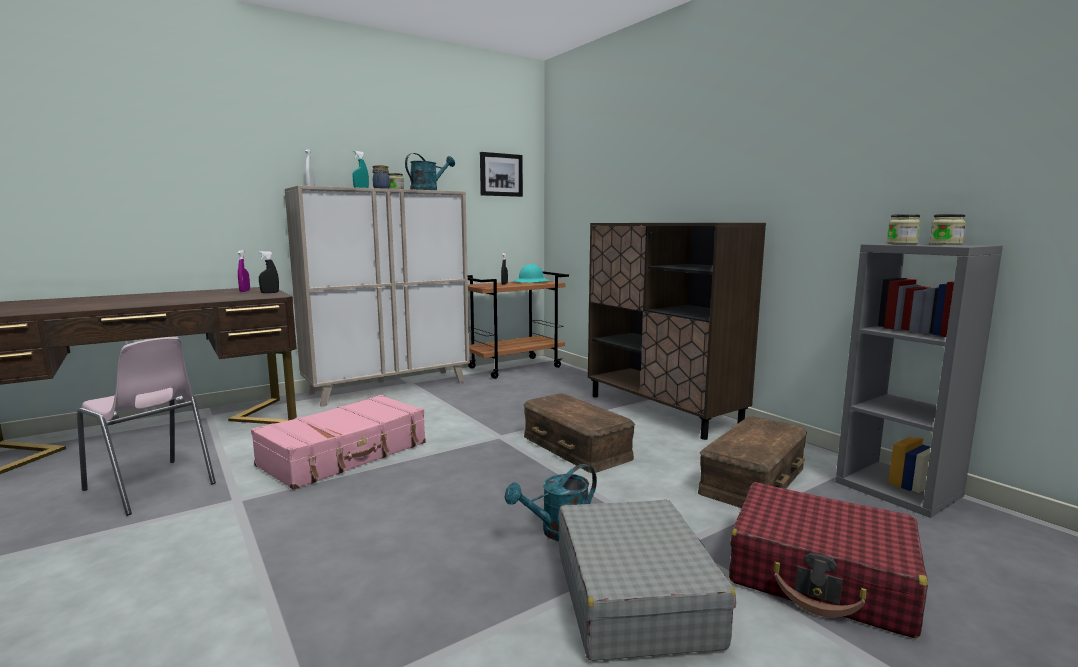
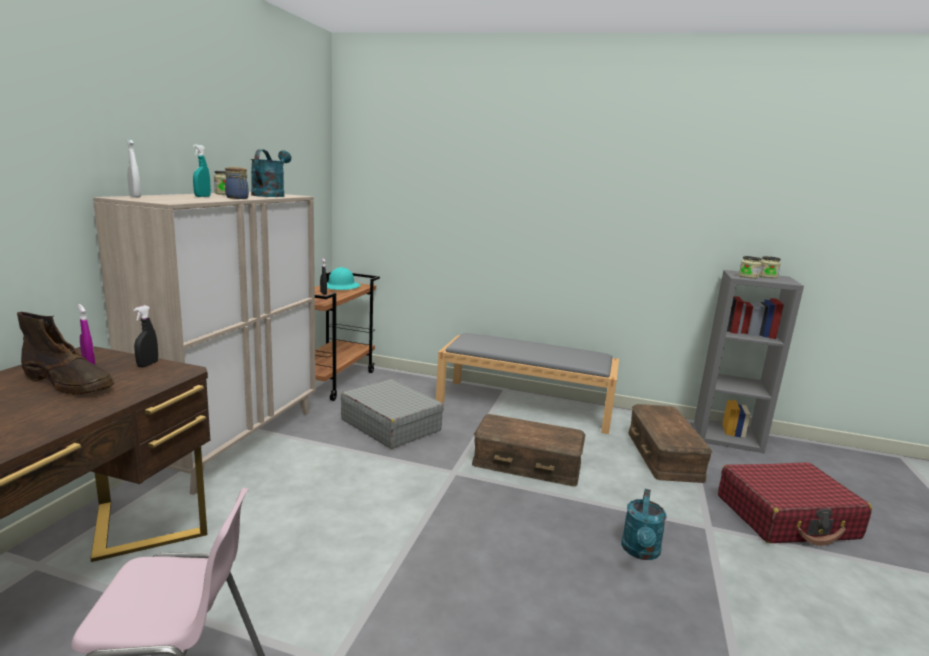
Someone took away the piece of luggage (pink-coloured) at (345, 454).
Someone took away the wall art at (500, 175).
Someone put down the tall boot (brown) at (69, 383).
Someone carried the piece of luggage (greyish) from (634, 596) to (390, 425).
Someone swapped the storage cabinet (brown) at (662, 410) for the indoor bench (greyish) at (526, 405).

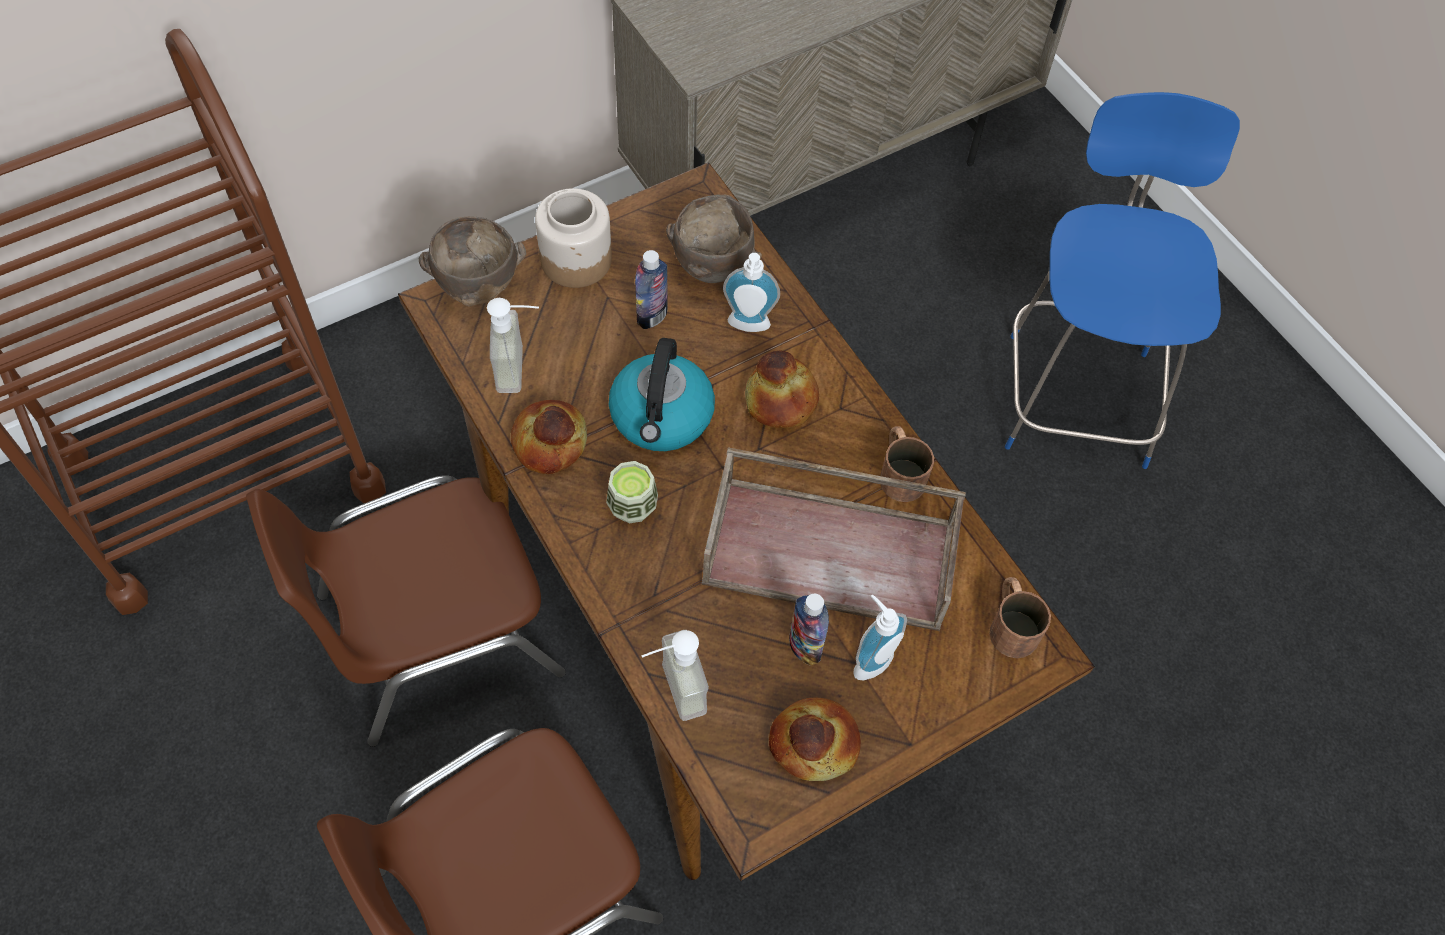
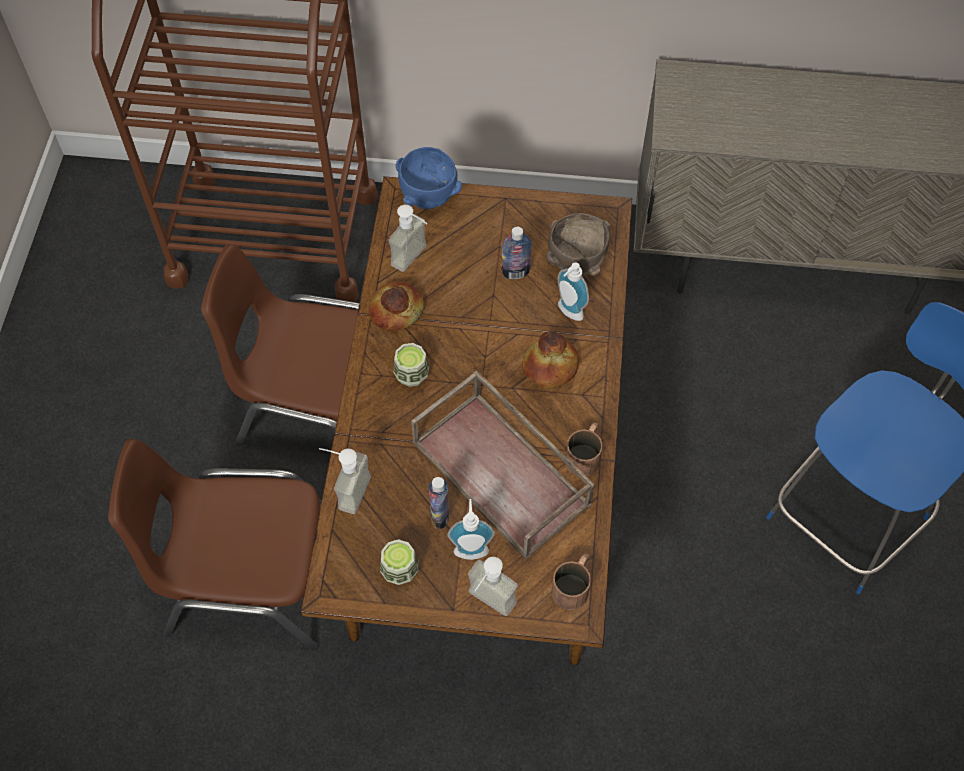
Someone took away the jar at (577, 259).
Someone took away the tea kettle at (662, 417).
Someone put down the liquid soap bottle at (486, 605).
Someone swapped the baked bread at (814, 742) for the small cup at (400, 570).
Someone repainted the serving bowl (brown) at (476, 291), which became the serving bowl (blue) at (427, 199).

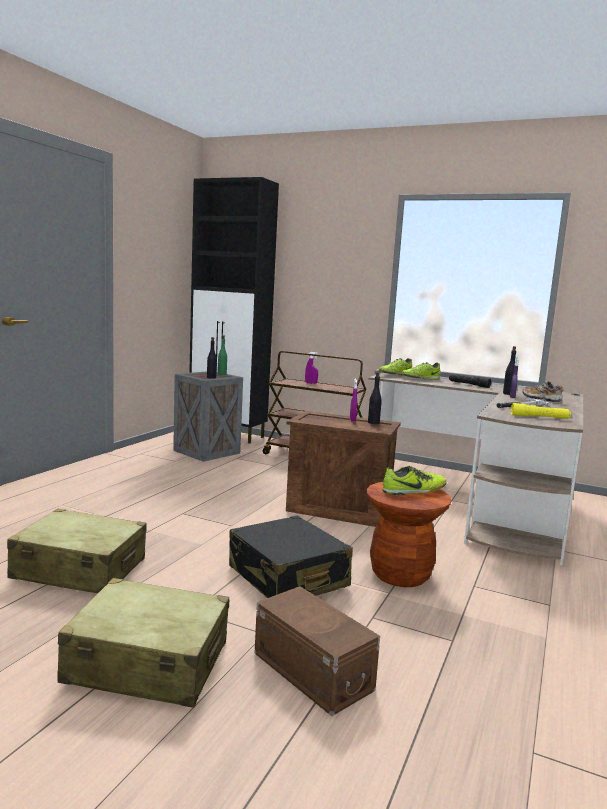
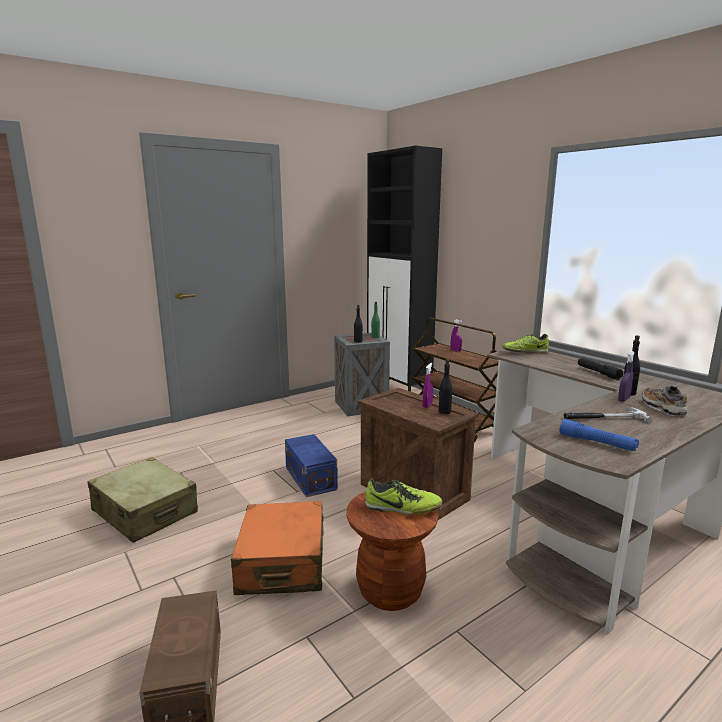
Someone took away the piece of luggage (beige-coloured) at (148, 662).
Someone took away the item of footwear at (420, 379).
Someone put down the storage bin (blue) at (311, 477).
Someone repainted the piece of luggage (black) at (287, 577), which became the piece of luggage (orange-coloured) at (282, 562).
Someone repainted the torch (yellow) at (539, 417), which became the torch (blue) at (597, 443).

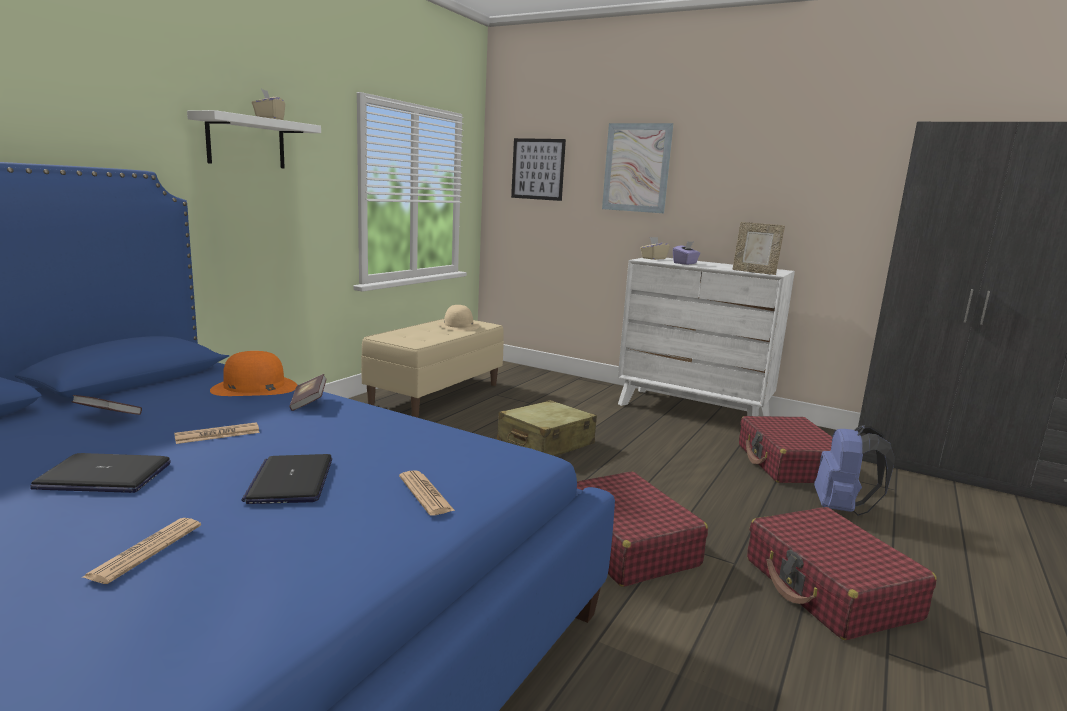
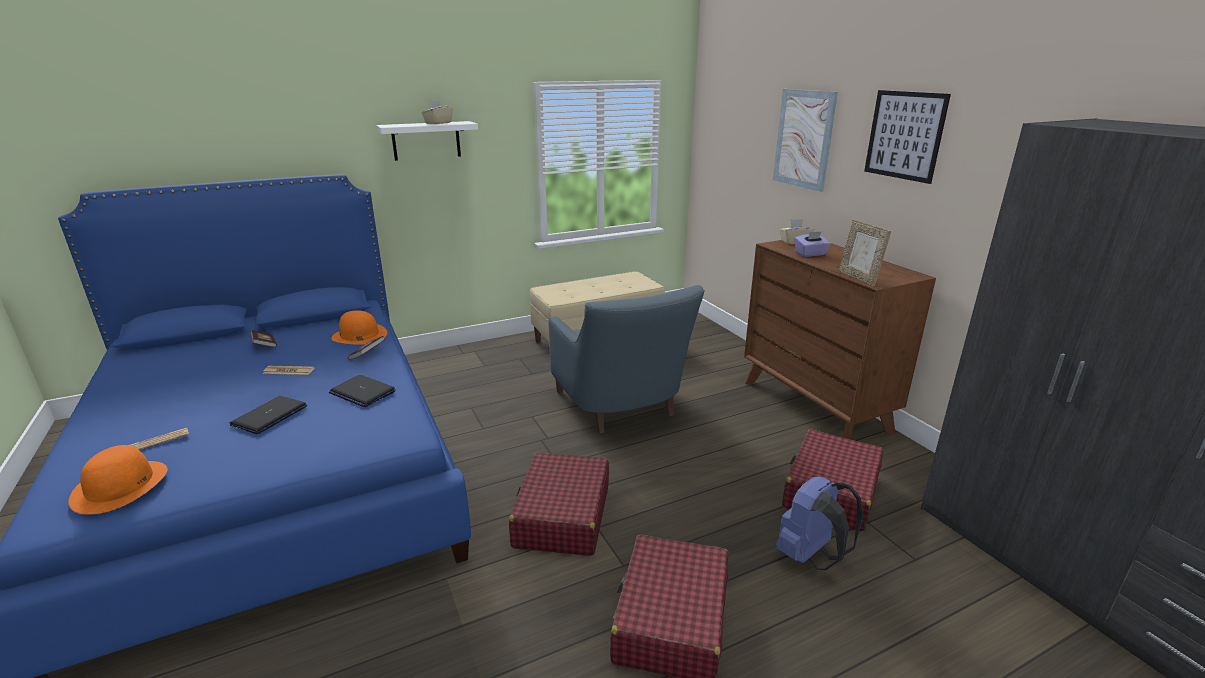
Someone took away the daily paper at (425, 494).
Someone took away the wearable hat (beige-coloured) at (458, 326).
Someone put down the wearable hat (orange-coloured) at (120, 486).
Someone carried the laptop from (103, 476) to (362, 392).
Someone carried the wall art from (538, 169) to (904, 135).
Someone swapped the piece of luggage (beige-coloured) at (545, 443) for the lounge chair (blue) at (622, 408).
Someone repainted the chest of drawers (white) at (693, 410), which became the chest of drawers (brown) at (814, 405).

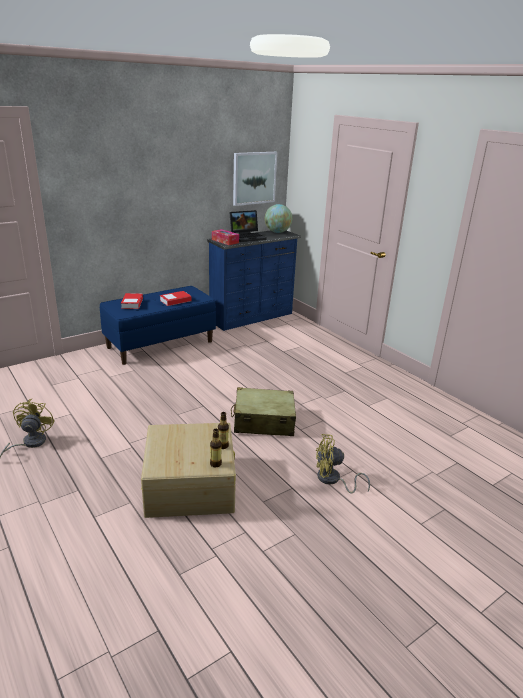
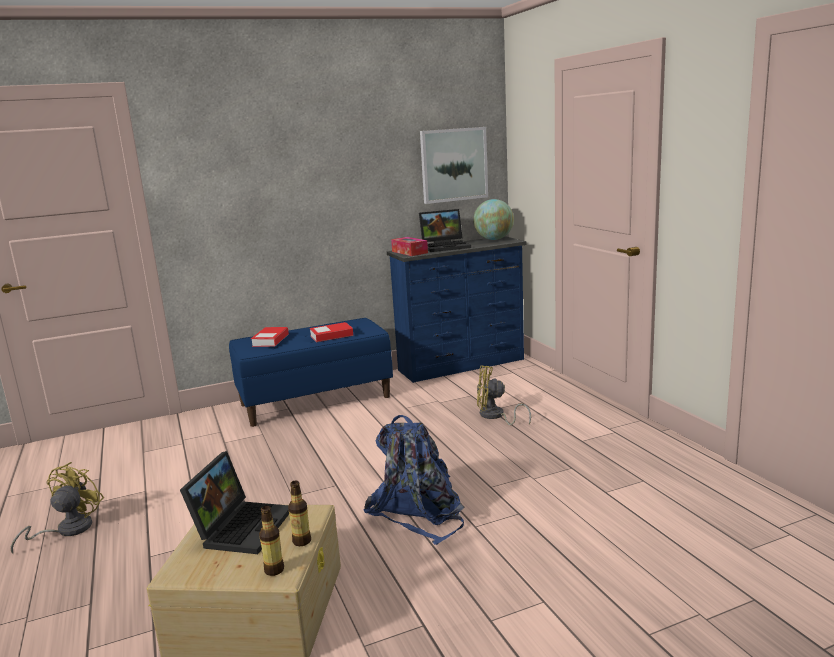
Someone put down the laptop at (242, 526).
Someone carried the fan (yellow) from (332, 480) to (495, 416).
Someone swapped the piece of luggage (beige-coloured) at (263, 421) for the rucksack (blue) at (419, 512).

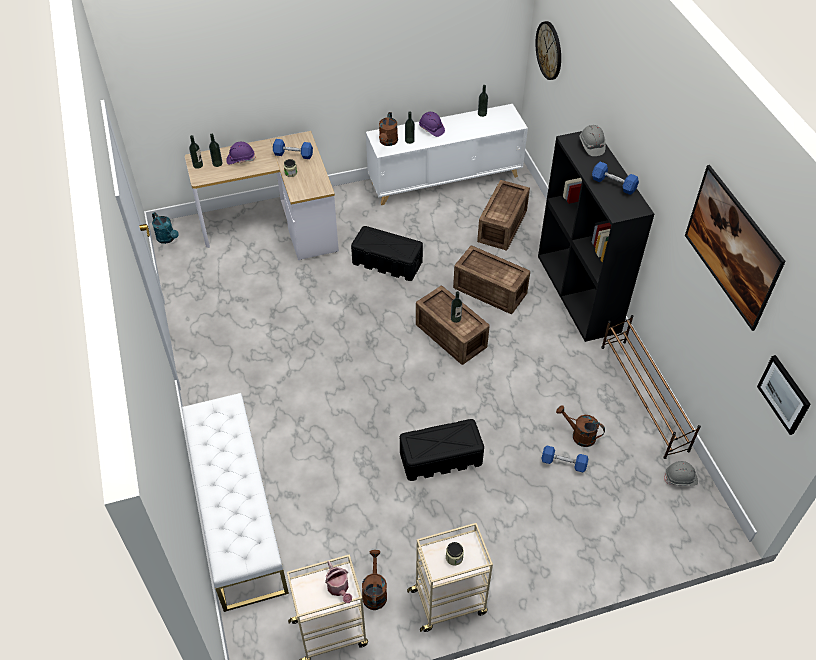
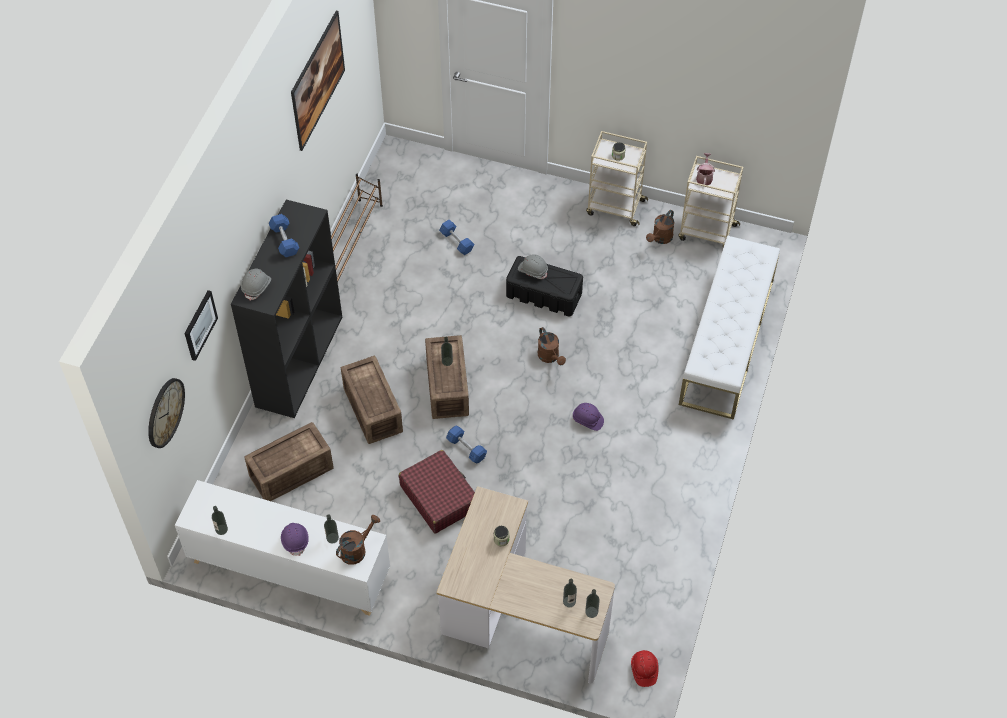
Someone carried the safety helmet (purple-coloured) from (240, 159) to (587, 420).
Someone carried the hand weight (blue) from (293, 154) to (466, 448).
Someone carried the sprinkling can (brown) from (579, 435) to (550, 357).
Someone carried the safety helmet (greyish) from (680, 478) to (533, 270).
Someone carried the wall art from (784, 394) to (199, 325).
Someone swapped the sprinkling can (turquoise-coloured) at (168, 239) for the safety helmet (red-coloured) at (644, 670).
Someone swapped the storage bin (black) at (387, 263) for the piece of luggage (red-coloured) at (439, 497).

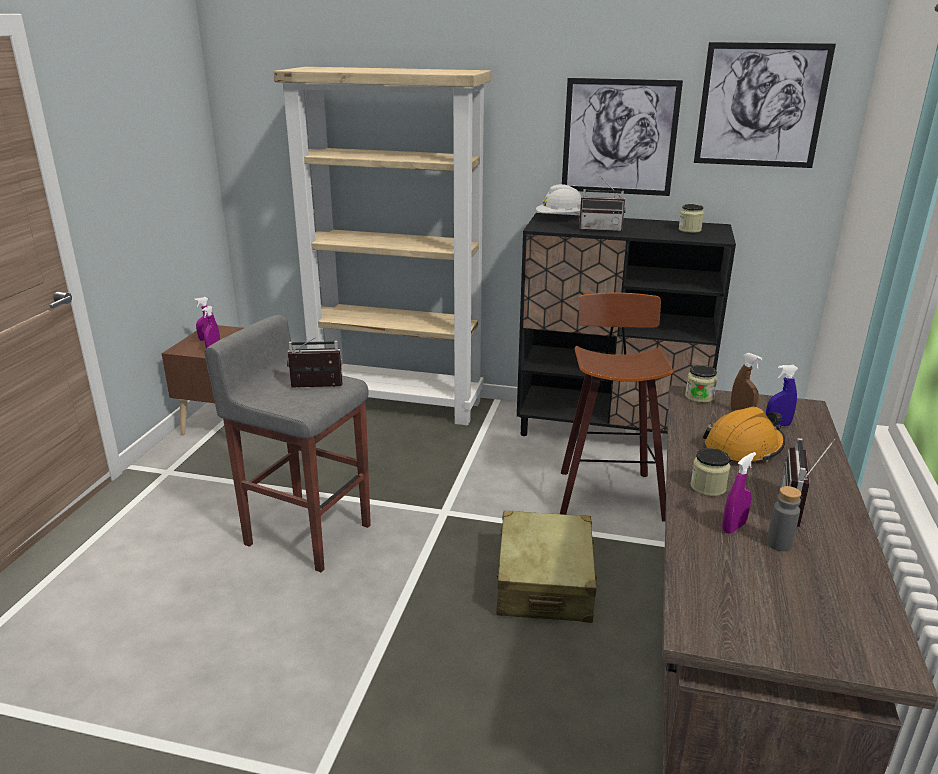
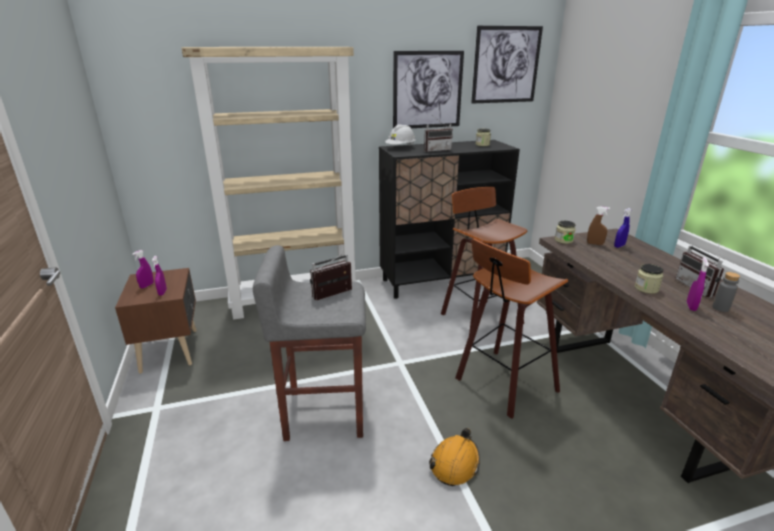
Someone carried the safety helmet (orange-coloured) from (743, 448) to (455, 463).
Someone swapped the piece of luggage (beige-coloured) at (544, 582) for the stool seat at (503, 384).

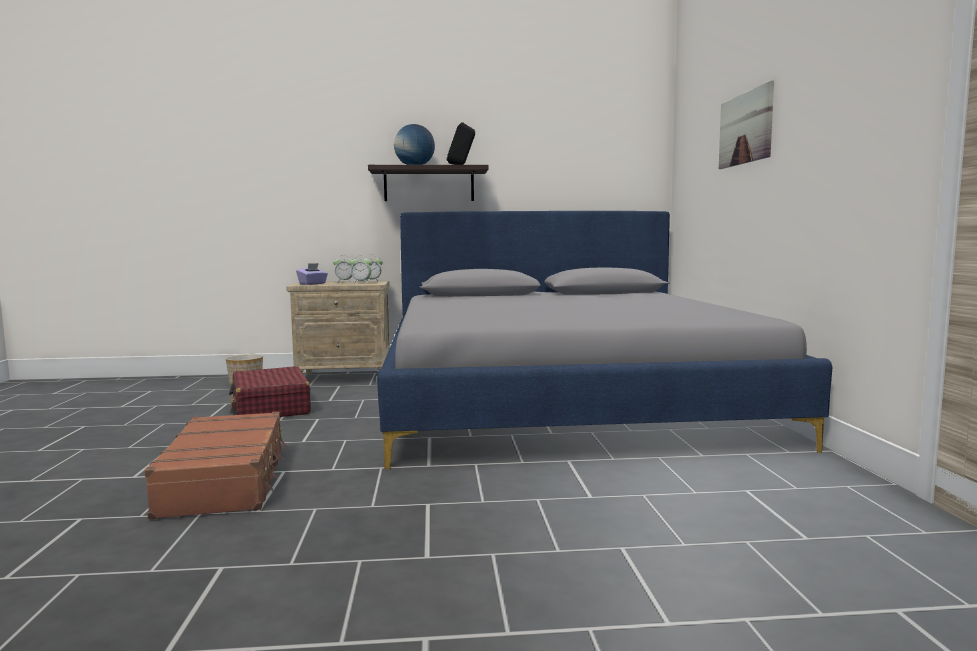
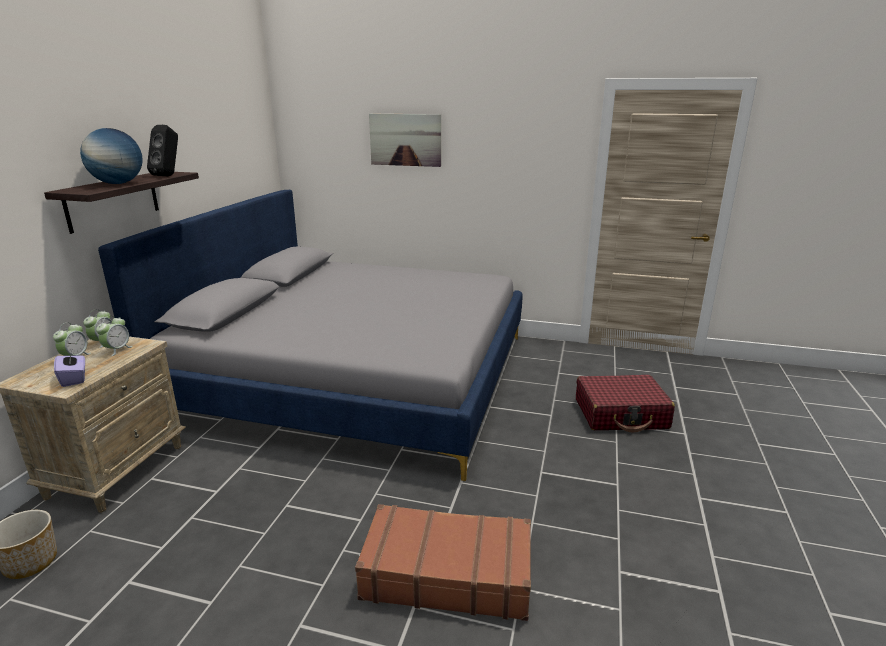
Someone carried the piece of luggage (red-coloured) from (271, 407) to (621, 414).

